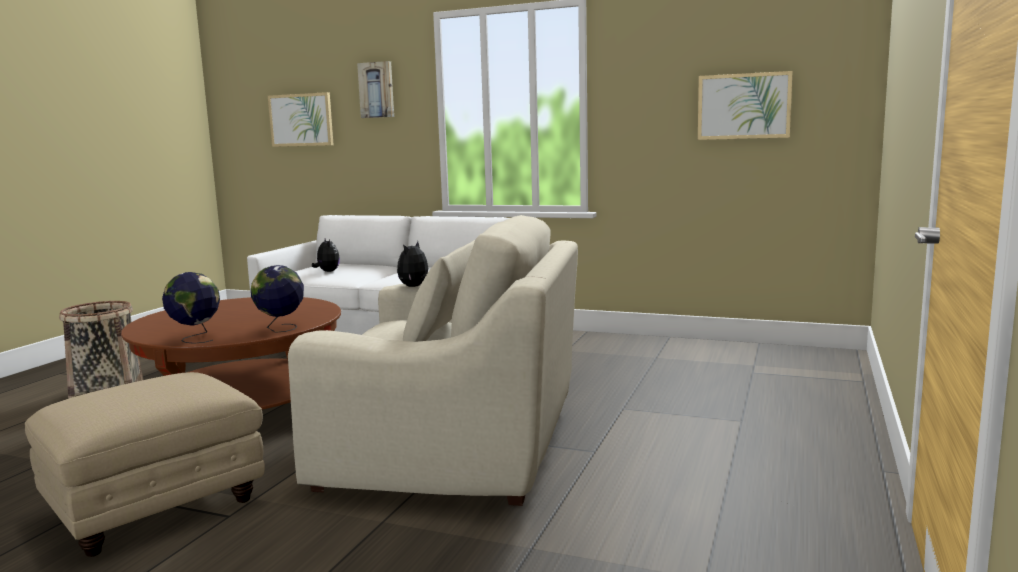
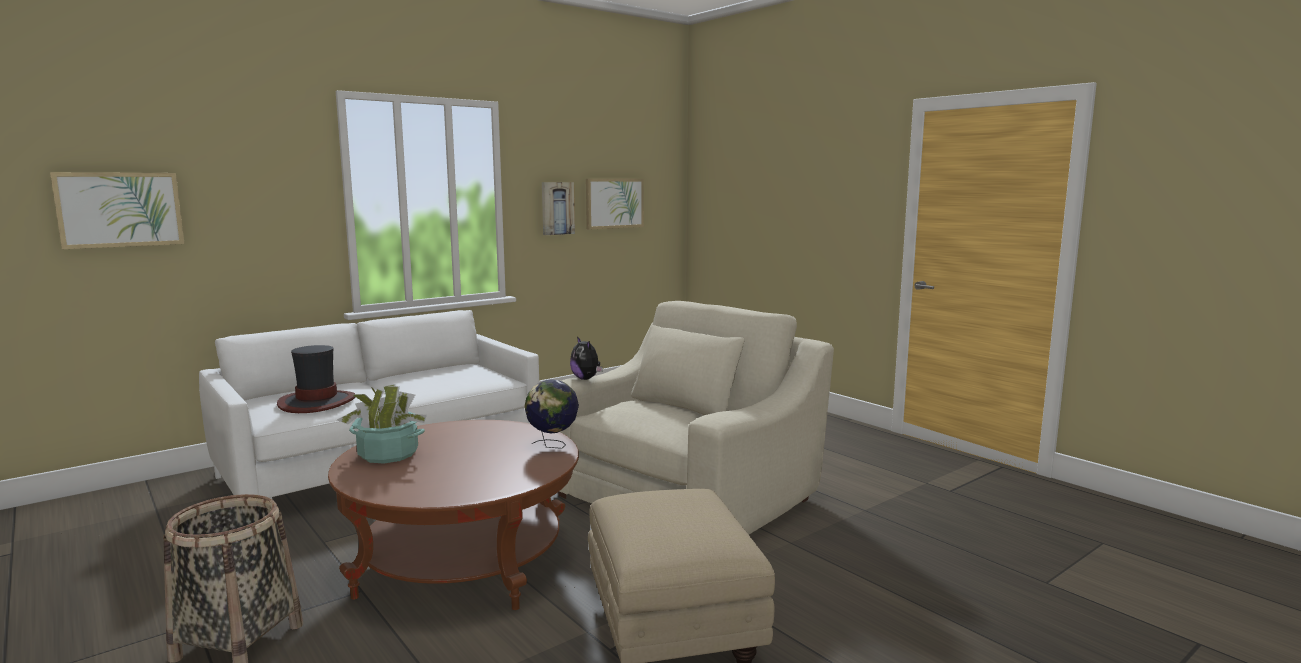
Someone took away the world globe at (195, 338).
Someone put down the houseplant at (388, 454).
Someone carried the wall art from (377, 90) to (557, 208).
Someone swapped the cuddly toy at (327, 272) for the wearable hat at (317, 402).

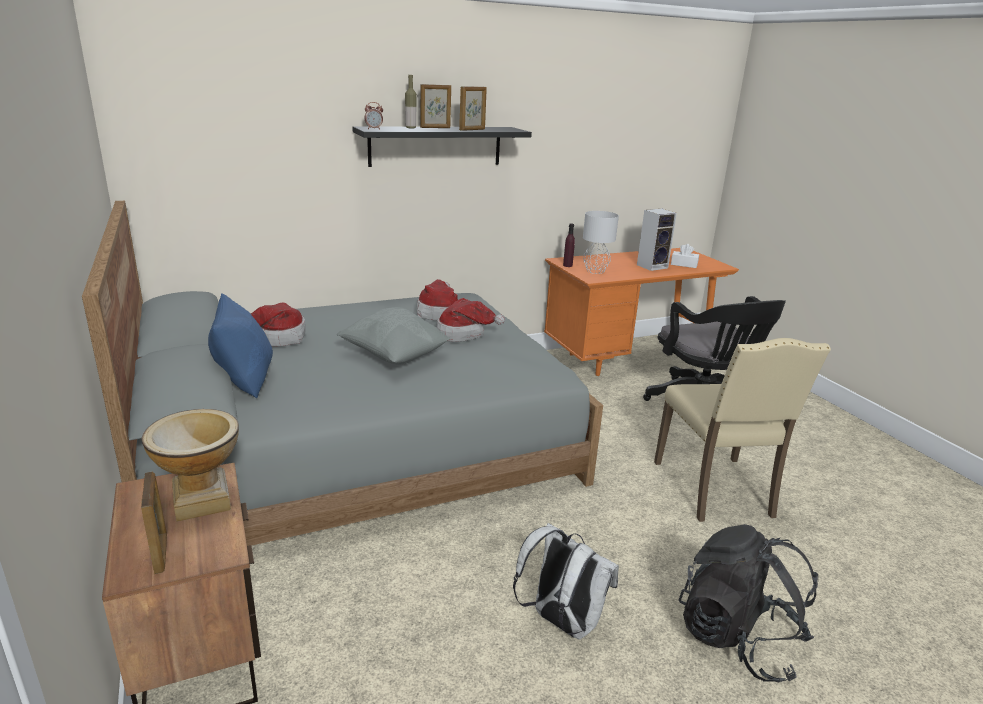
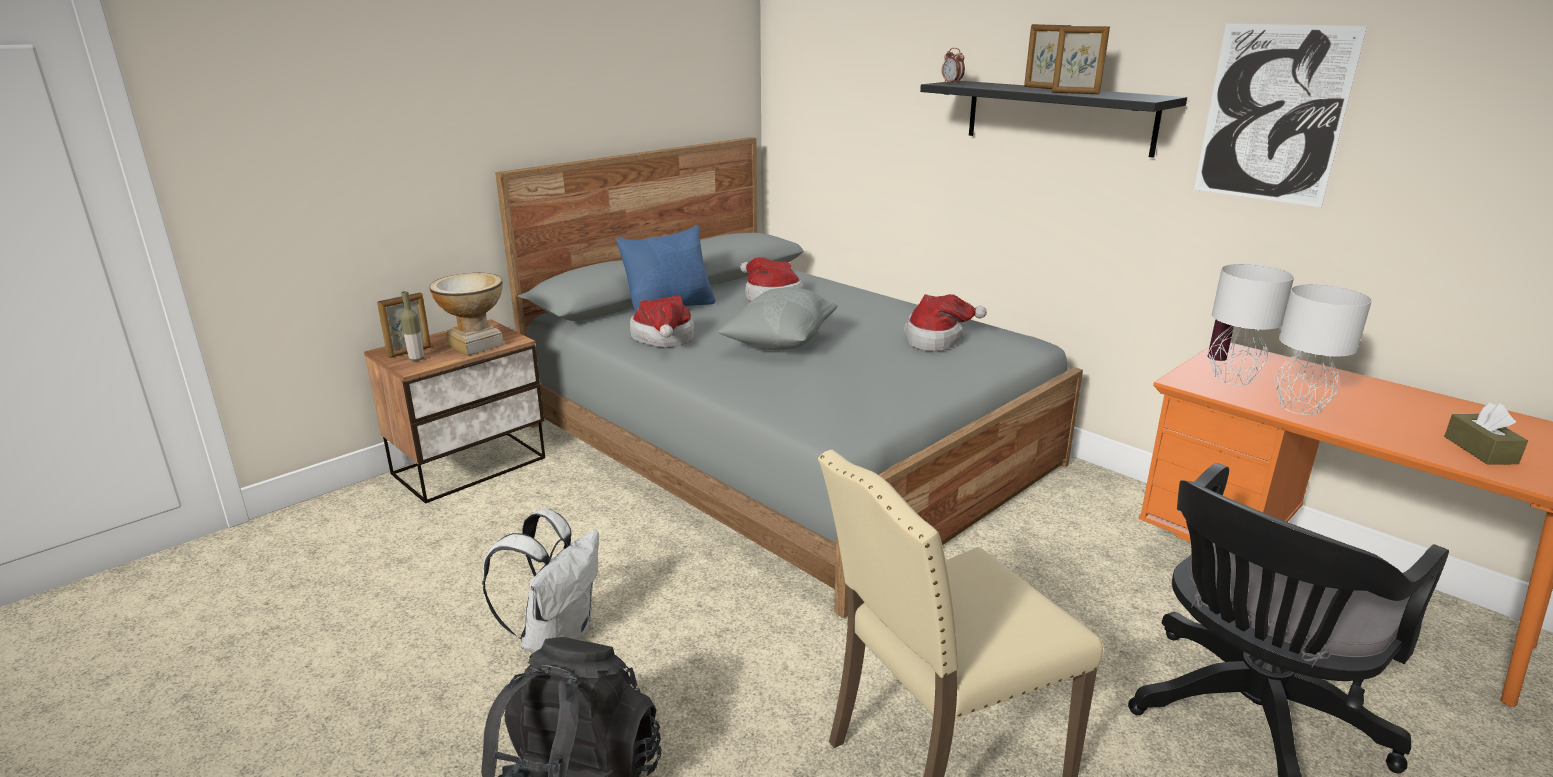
Someone took away the loudspeaker at (652, 266).
Someone put up the wall art at (1273, 114).
Someone put down the table lamp (greyish) at (1299, 408).
Someone carried the bottle from (410, 128) to (416, 359).
Someone carried the wearable hat from (464, 334) to (663, 339).
Someone repainted the tissue box (white) at (684, 264), which became the tissue box (brown) at (1480, 450).

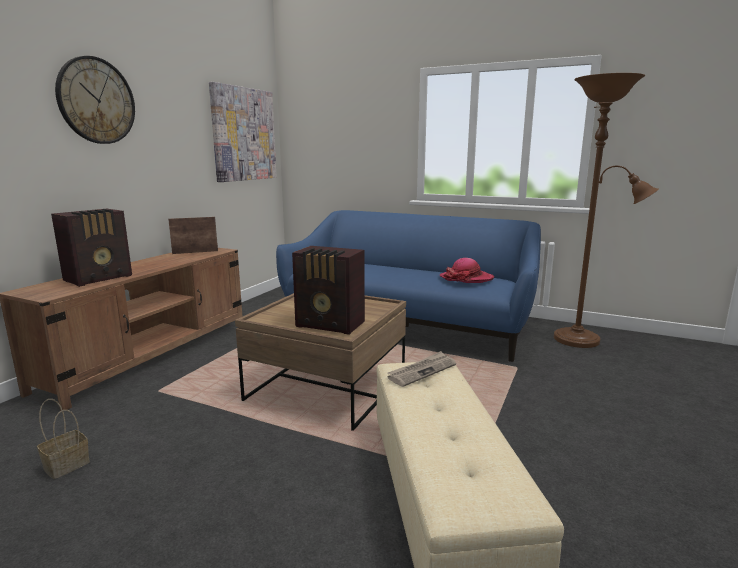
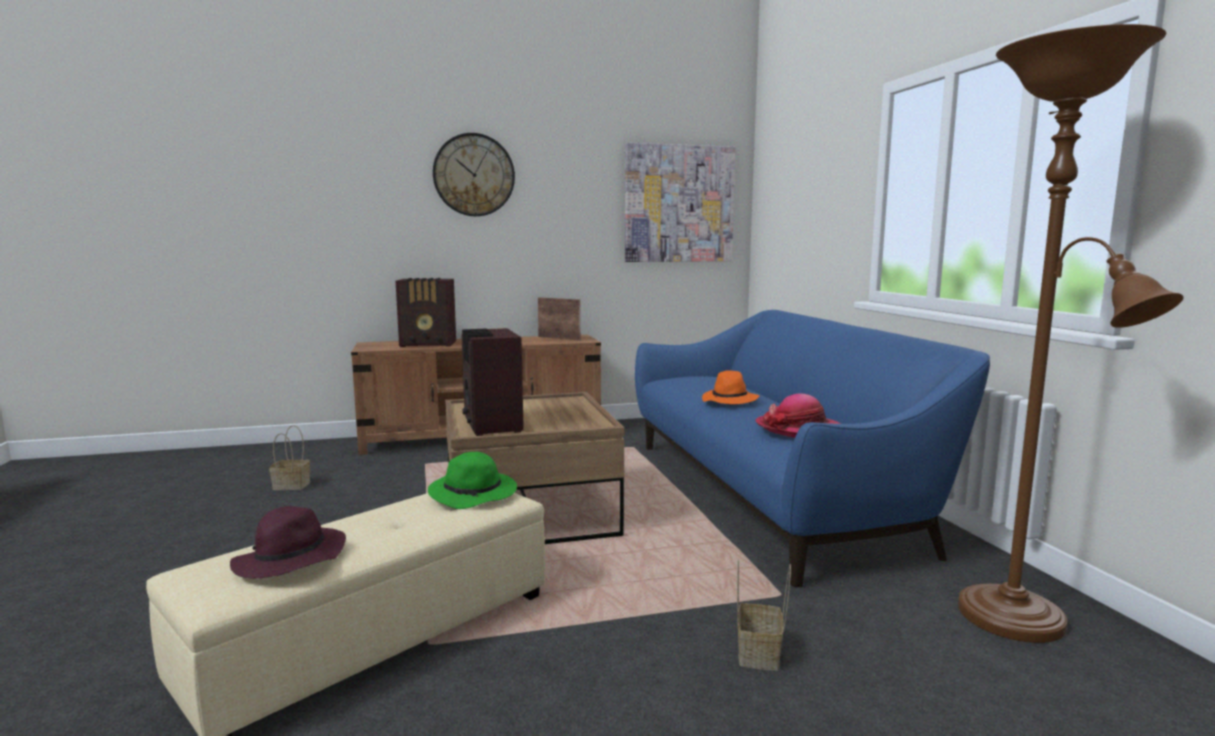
Someone put down the wearable hat (purple-coloured) at (290, 560).
Someone put down the wearable hat (orange-coloured) at (730, 401).
Someone put down the storage basket at (760, 655).
Someone swapped the daily paper at (422, 371) for the wearable hat (greenish) at (474, 494).

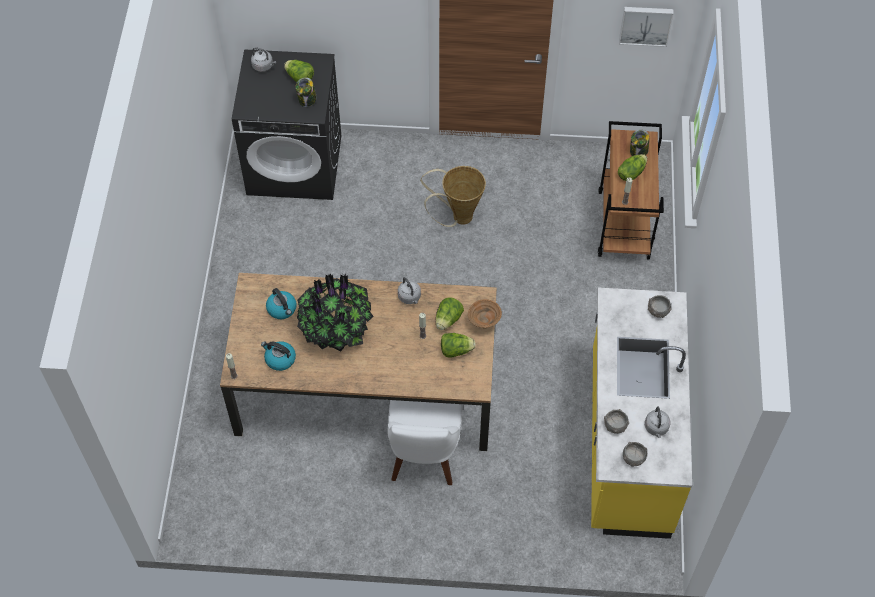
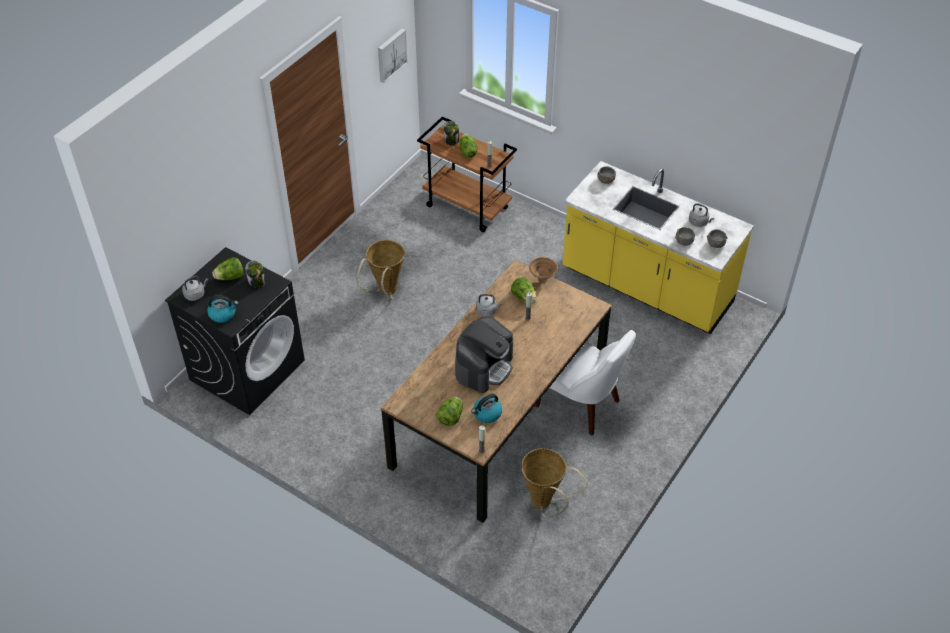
Someone put down the storage basket at (545, 504).
Someone carried the tea kettle from (282, 309) to (223, 314).
Someone carried the lettuce from (456, 350) to (450, 417).
Someone swapped the houseplant at (336, 329) for the coffee brewer at (484, 367).

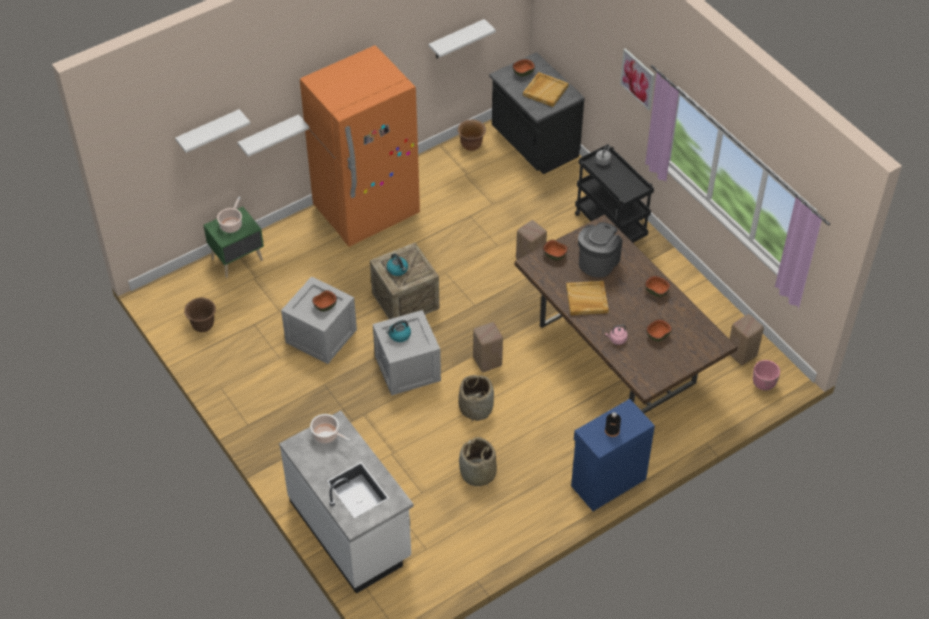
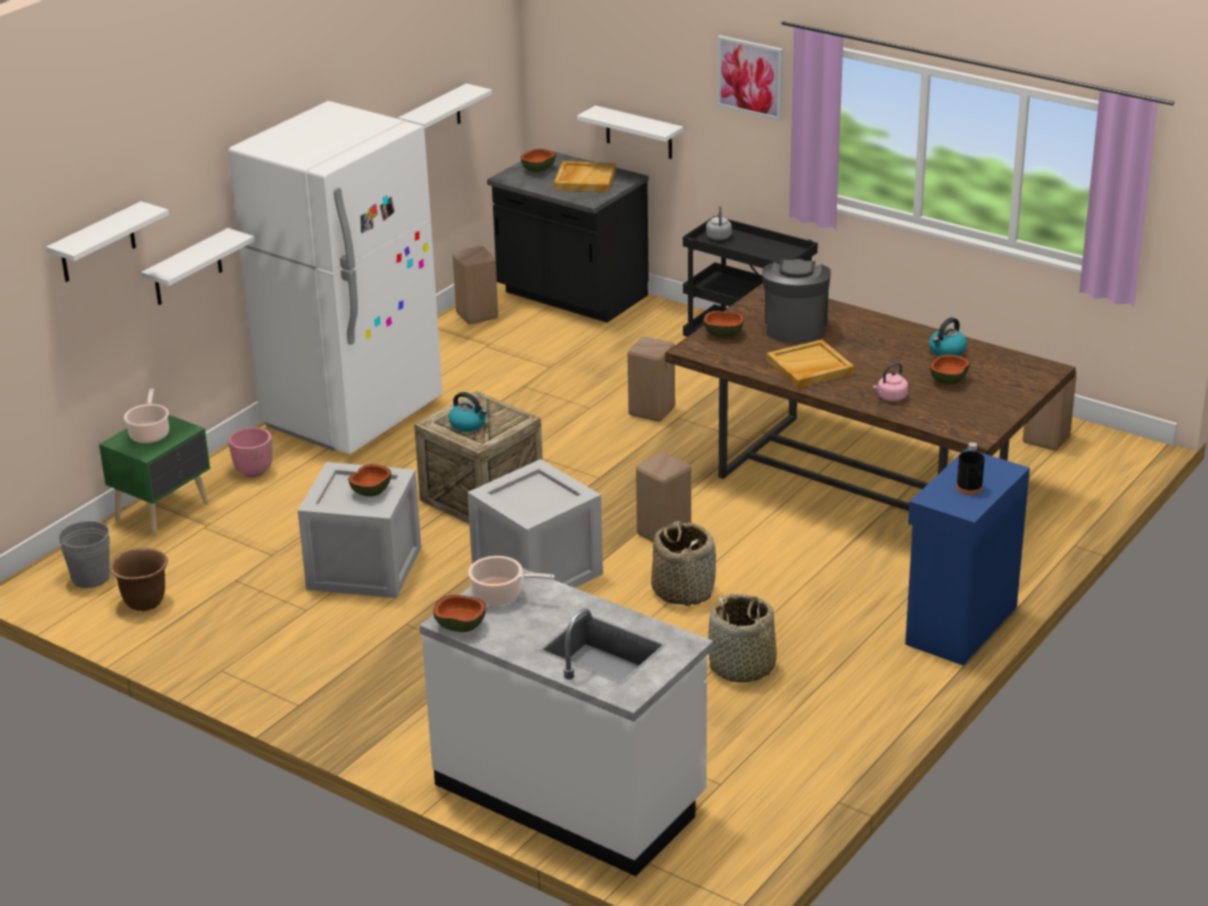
Someone put down the pail (greyish) at (90, 577).
Someone put up the wall shelf (white) at (639, 133).
Someone carried the tea kettle from (399, 335) to (947, 351).
Someone carried the serving bowl from (656, 291) to (460, 626).
Someone carried the flower pot (pink-coloured) from (763, 385) to (254, 472).
Someone swapped the flower pot (brown) at (471, 145) for the stool seat (beige-coloured) at (475, 315).
Someone repainted the fridge (orange-coloured) at (367, 211), which became the fridge (white) at (353, 414).

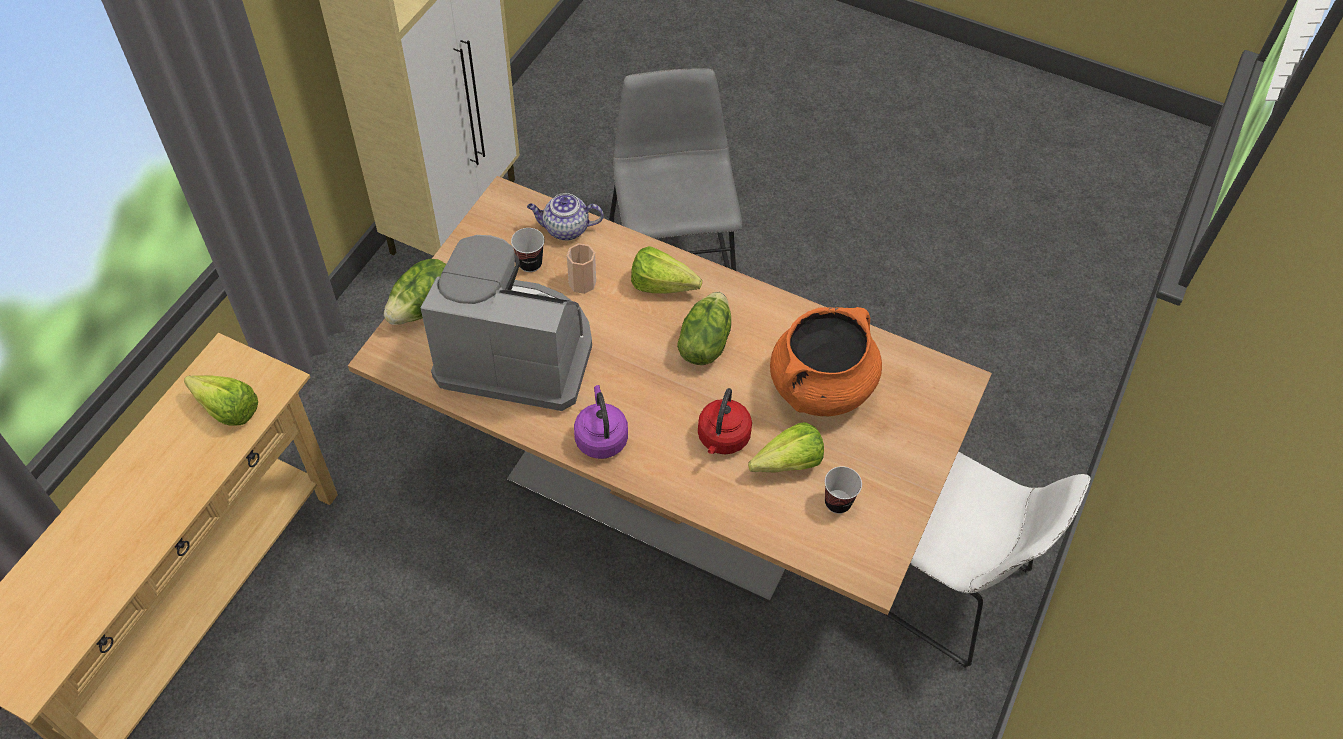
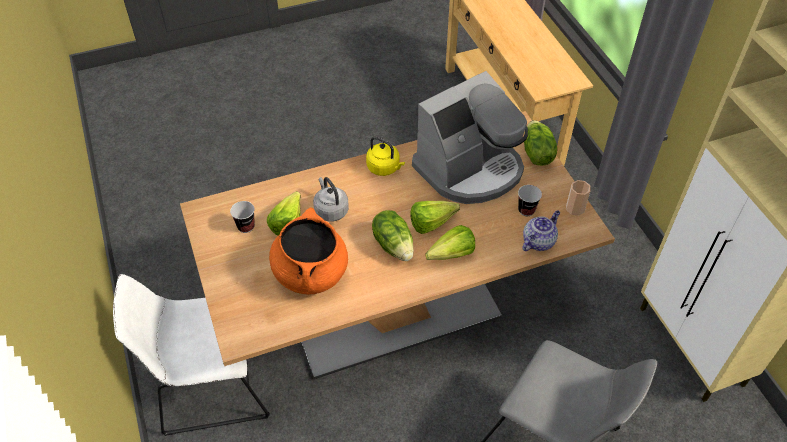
Someone carried the lettuce from (224, 406) to (435, 223).
Someone carried the small cup from (582, 283) to (575, 208).
Someone repainted the tea kettle (purple-coloured) at (601, 437), which became the tea kettle (yellow) at (384, 168).
Someone repainted the tea kettle (red-coloured) at (722, 439), which became the tea kettle (greyish) at (330, 210).

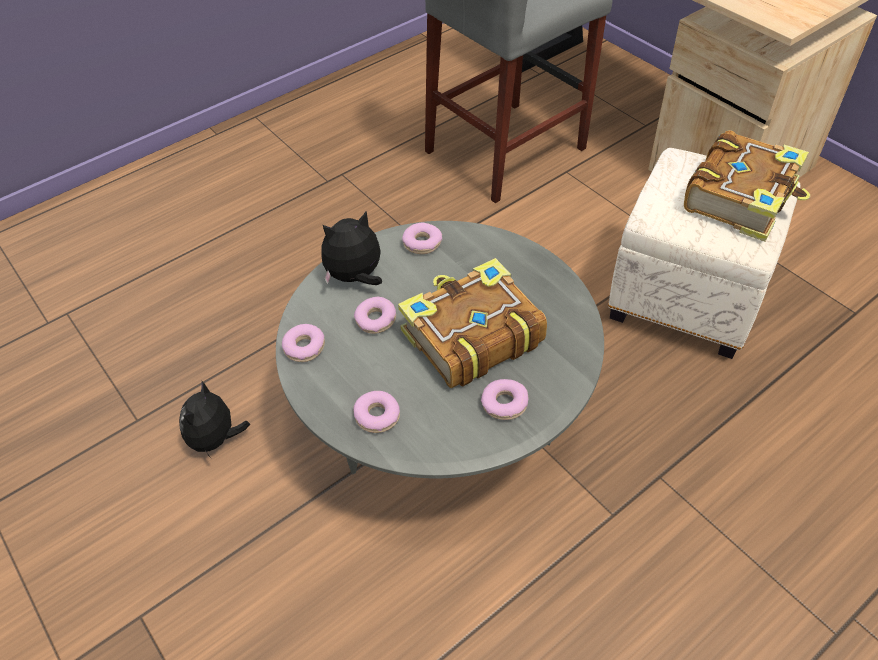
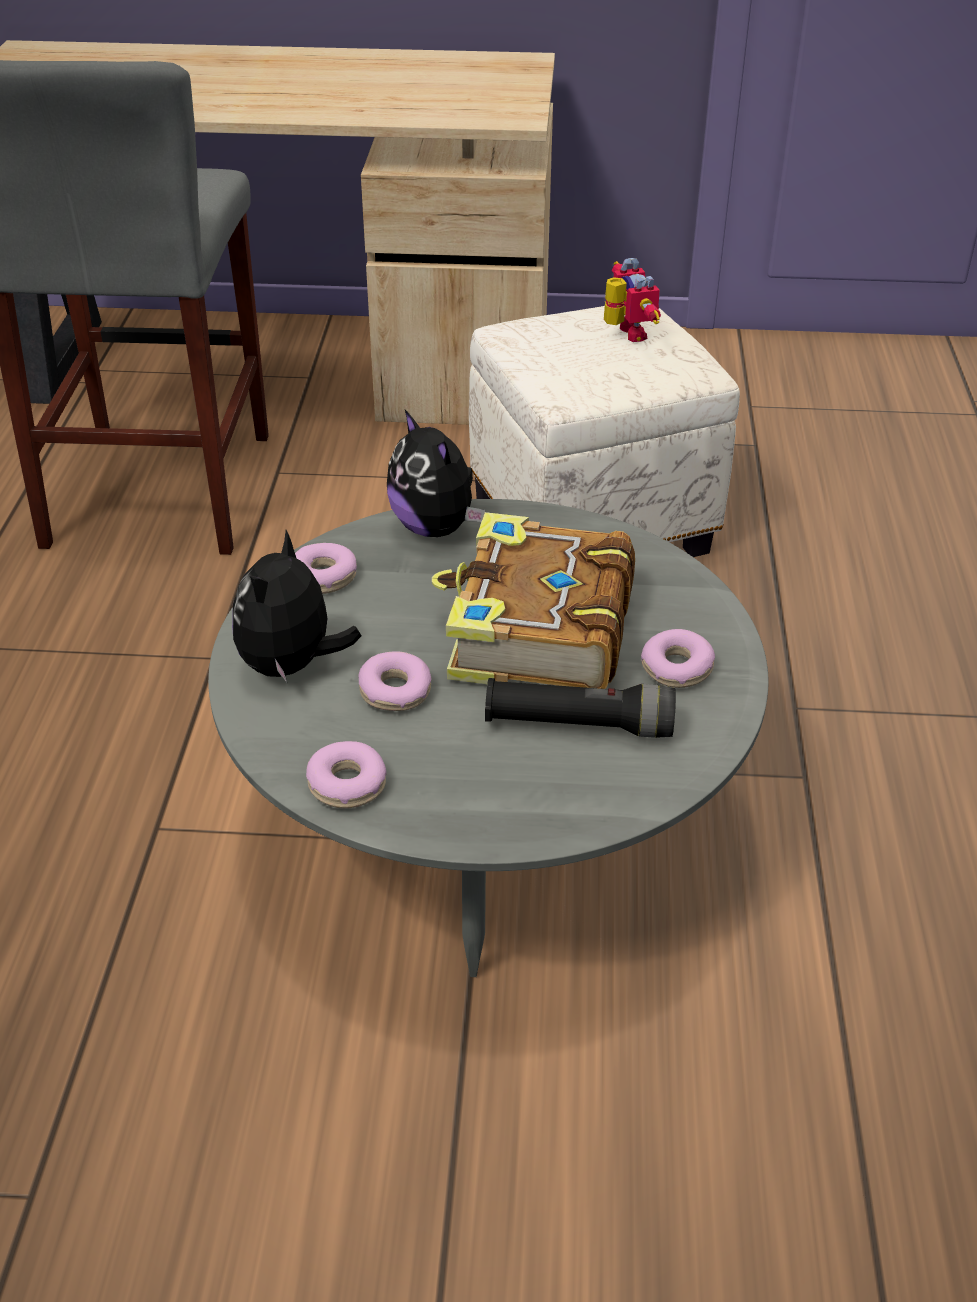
Someone took away the donut at (377, 416).
Someone put down the torch (black) at (578, 725).
Someone carried the cuddly toy from (216, 439) to (436, 528).
Someone swapped the book at (742, 197) for the robot figure at (625, 334).

